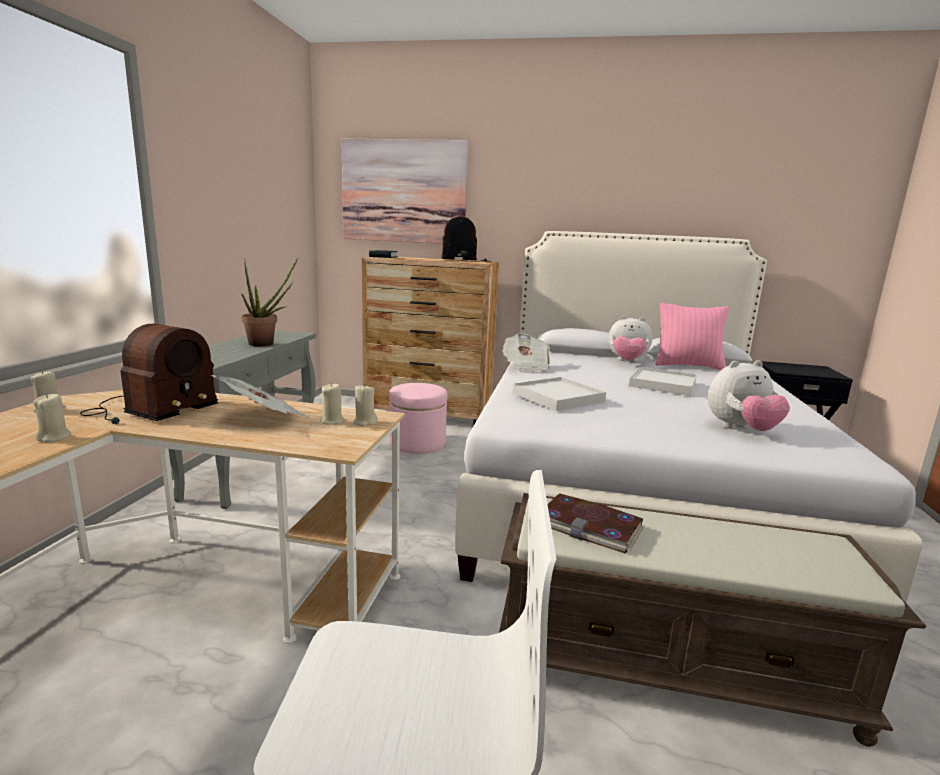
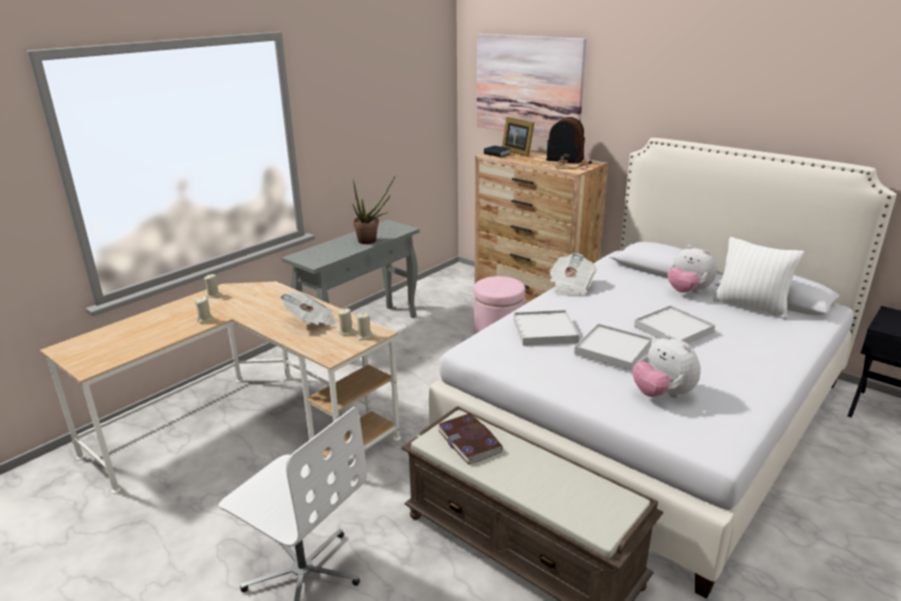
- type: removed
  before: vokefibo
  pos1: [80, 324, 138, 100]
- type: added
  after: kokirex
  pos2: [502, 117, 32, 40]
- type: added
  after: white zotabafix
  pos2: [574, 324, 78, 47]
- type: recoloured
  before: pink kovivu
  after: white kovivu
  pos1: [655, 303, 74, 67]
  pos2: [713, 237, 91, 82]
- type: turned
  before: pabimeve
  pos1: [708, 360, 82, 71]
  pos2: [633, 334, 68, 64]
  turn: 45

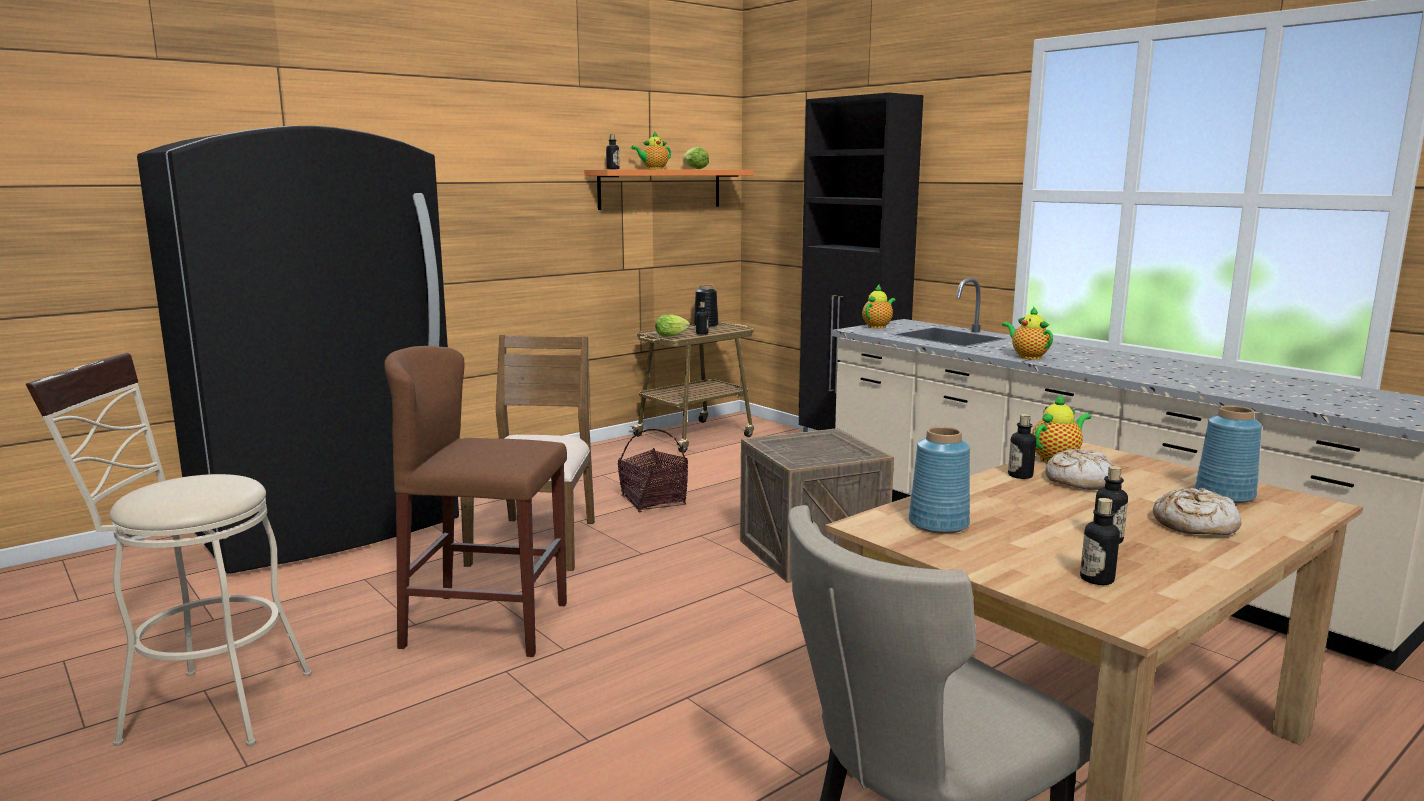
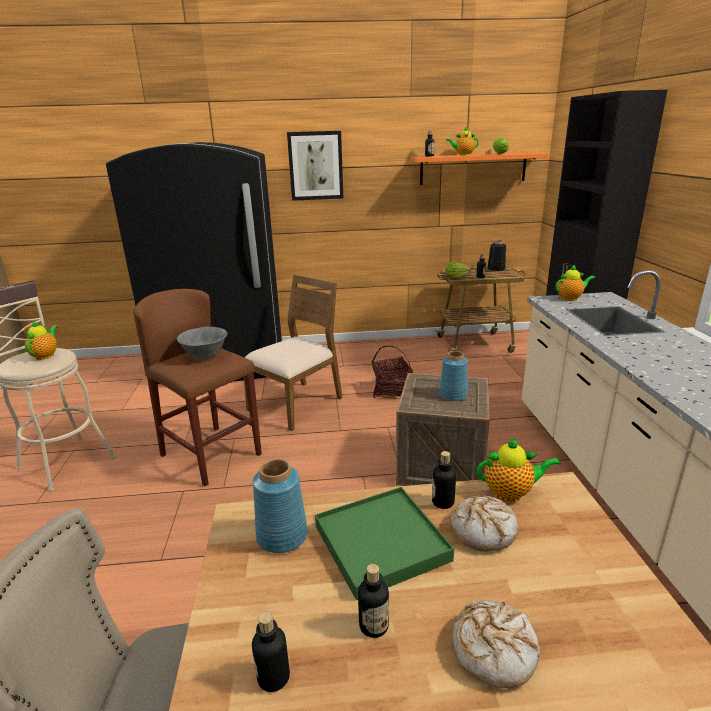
- type: added
  after: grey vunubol
  pos2: [177, 327, 50, 32]
- type: added
  after: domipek
  pos2: [287, 131, 56, 70]
- type: added
  after: green zotabafix
  pos2: [315, 487, 139, 113]
- type: moved
  before: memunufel
  pos1: [1002, 306, 51, 54]
  pos2: [25, 320, 32, 40]
- type: moved
  before: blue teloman
  pos1: [1195, 405, 67, 98]
  pos2: [439, 351, 29, 50]

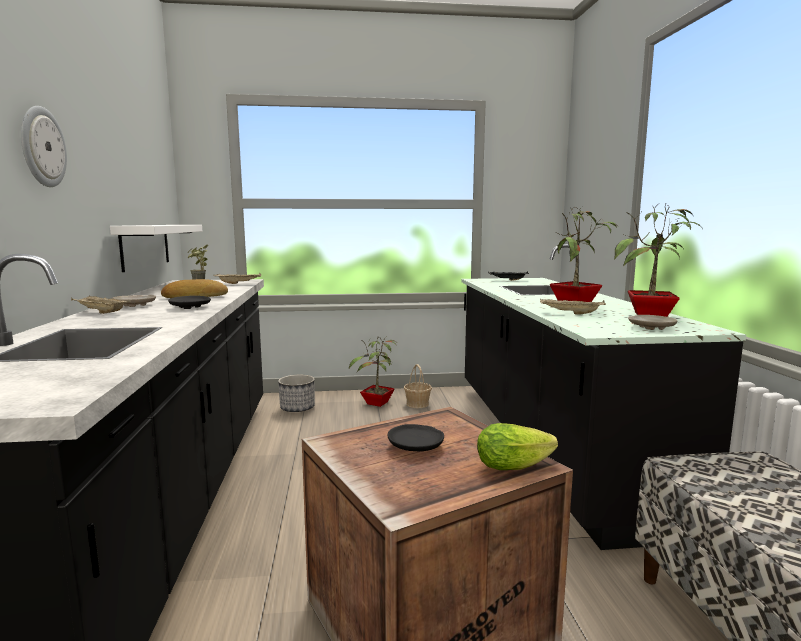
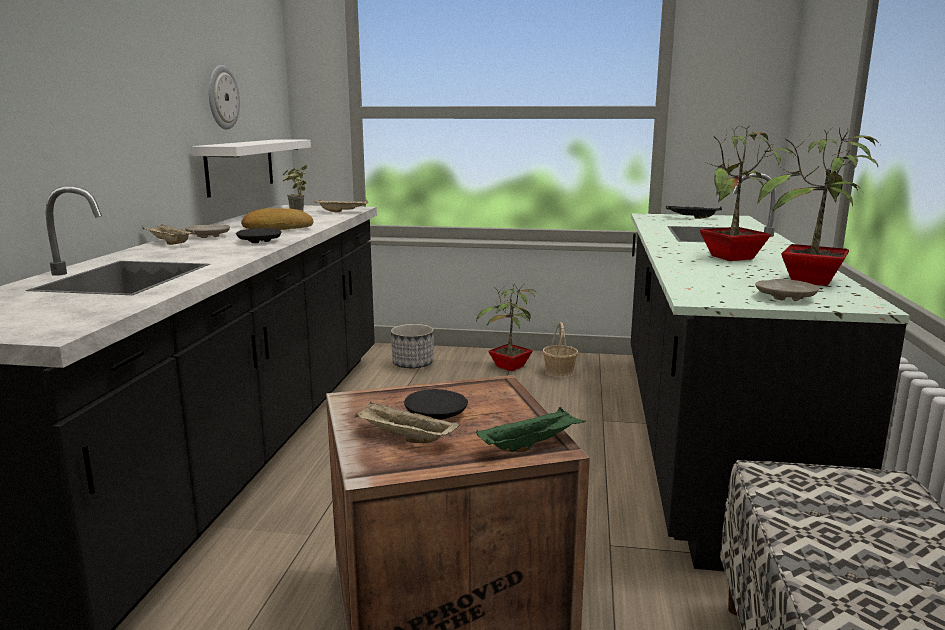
- type: moved
  before: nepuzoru
  pos1: [21, 106, 46, 81]
  pos2: [209, 65, 31, 65]
- type: moved
  before: beige zotabafix
  pos1: [540, 299, 66, 16]
  pos2: [354, 402, 106, 41]
- type: replaced
  before: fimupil
  after: green zotabafix
  pos1: [477, 423, 81, 47]
  pos2: [476, 407, 110, 45]

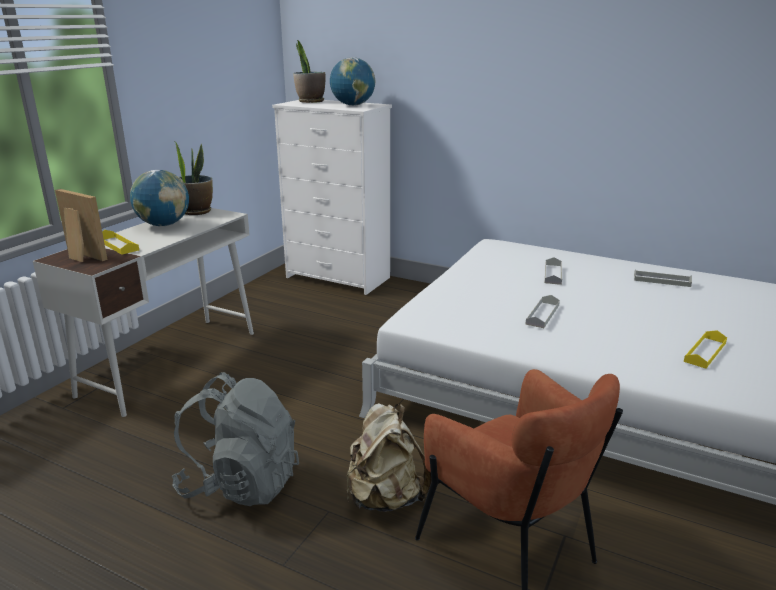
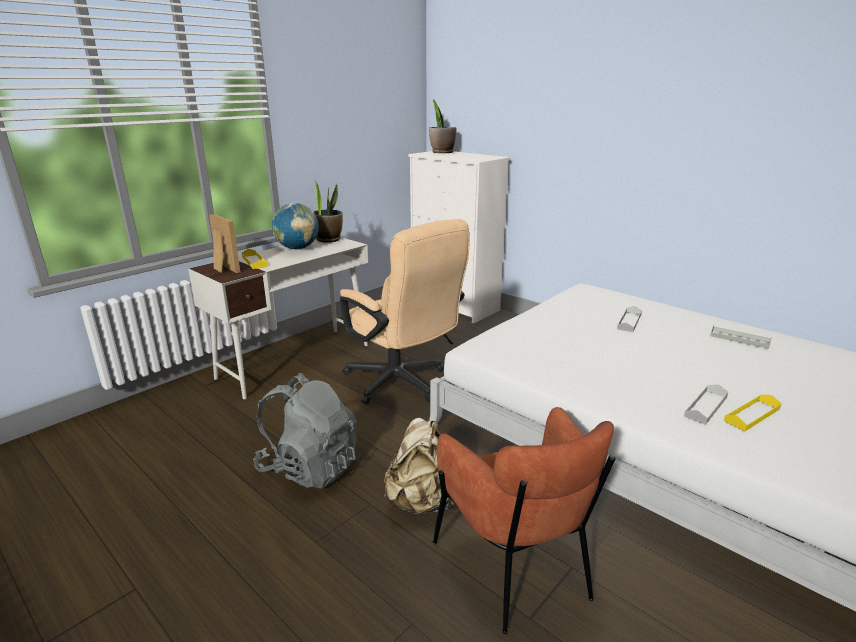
- type: removed
  before: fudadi
  pos1: [330, 57, 45, 49]
- type: added
  after: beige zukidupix
  pos2: [340, 219, 130, 185]
- type: moved
  before: grey zotabafix
  pos1: [525, 295, 35, 33]
  pos2: [684, 385, 44, 40]

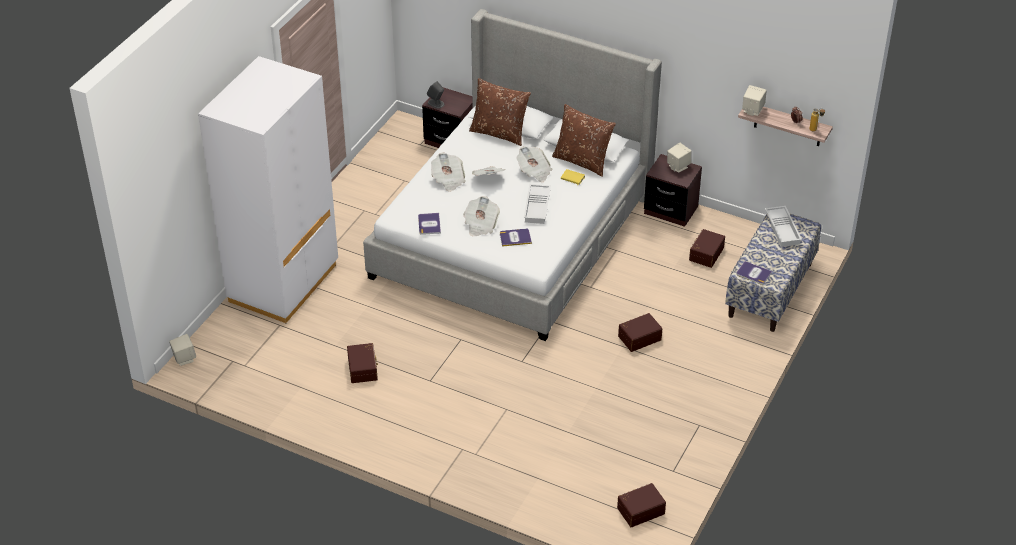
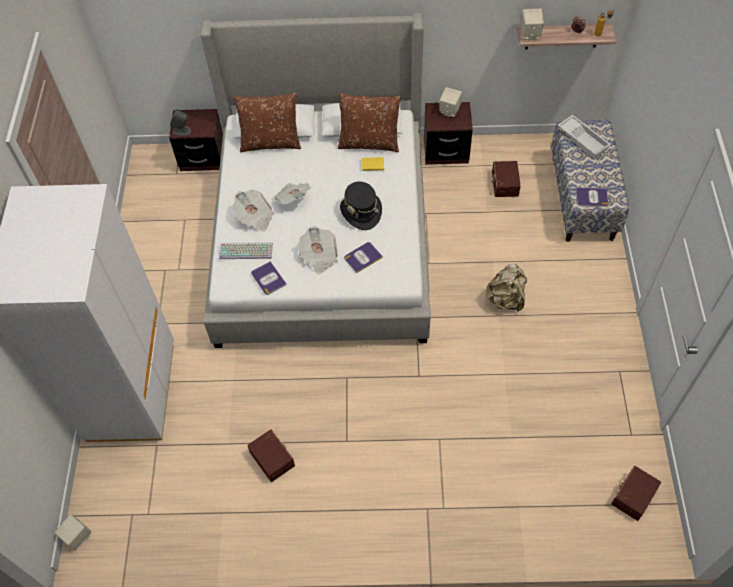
- type: removed
  before: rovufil
  pos1: [516, 146, 37, 36]
- type: added
  after: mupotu
  pos2: [219, 242, 54, 17]
- type: replaced
  before: white zotabafix
  after: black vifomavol
  pos1: [524, 184, 27, 40]
  pos2: [340, 182, 42, 48]
- type: replaced
  before: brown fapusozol
  after: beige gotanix
  pos1: [618, 313, 44, 39]
  pos2: [486, 264, 41, 48]

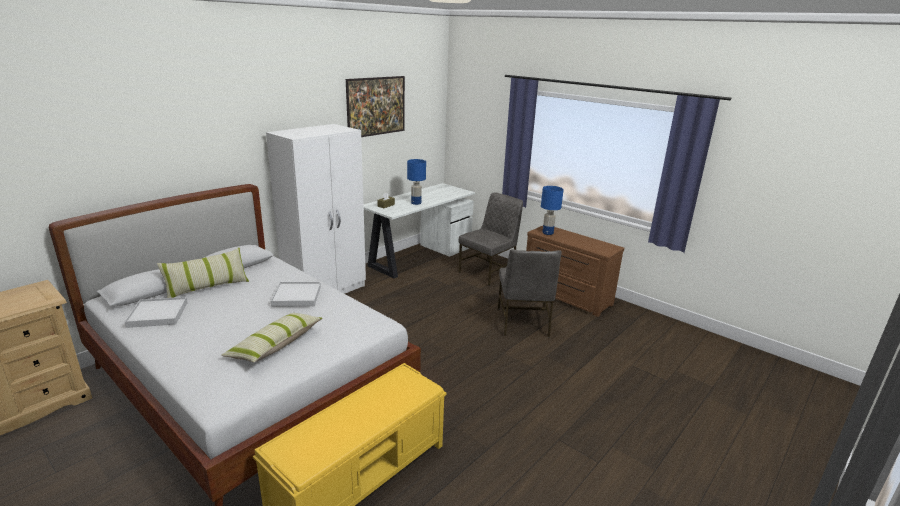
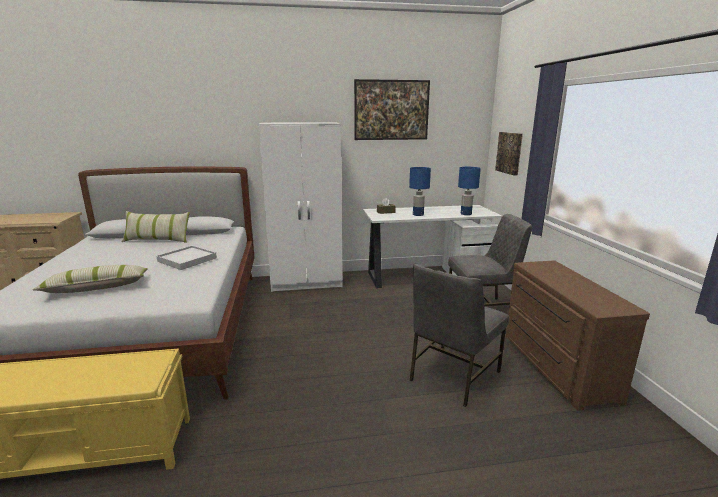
- type: removed
  before: white zotabafix
  pos1: [124, 297, 64, 31]
- type: added
  after: domipek
  pos2: [495, 132, 28, 44]
- type: moved
  before: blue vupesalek
  pos1: [541, 186, 23, 49]
  pos2: [458, 167, 23, 48]

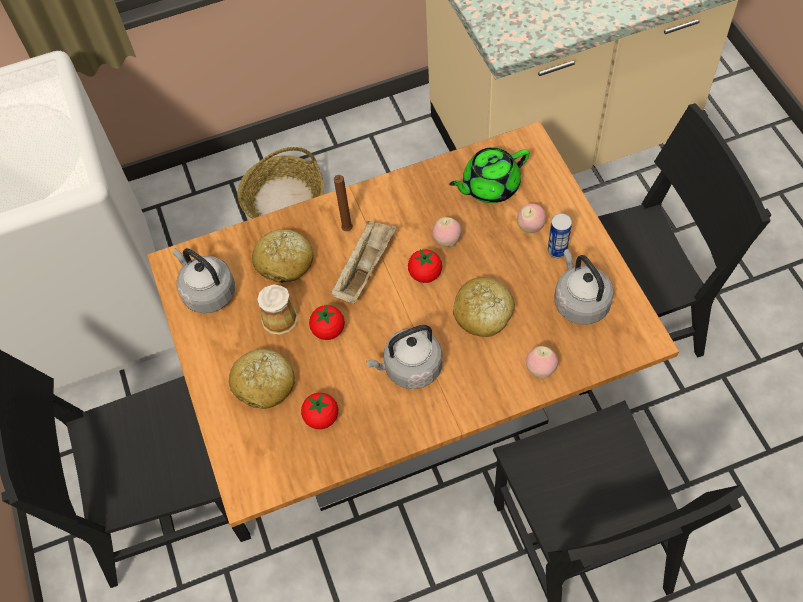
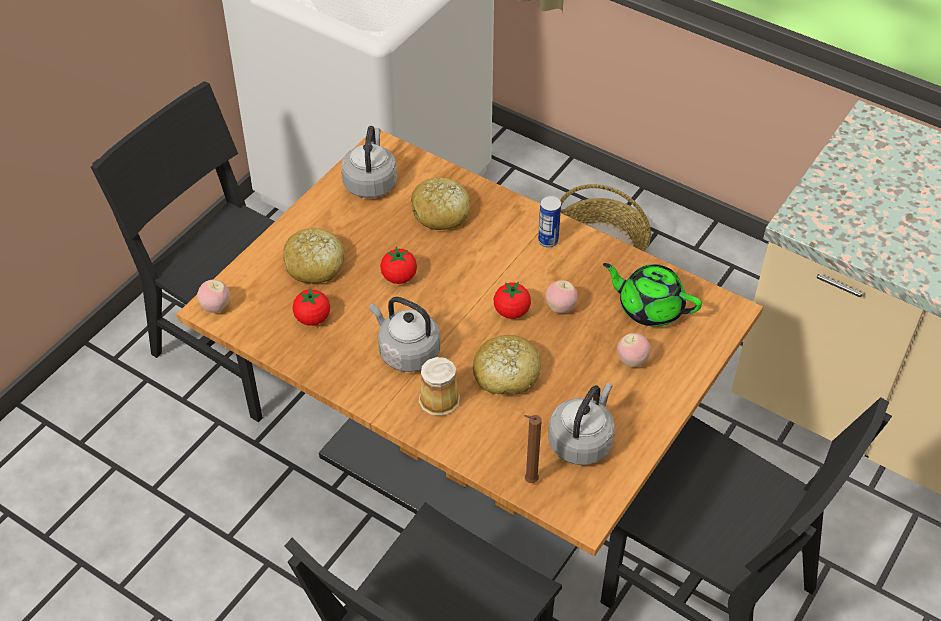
- type: removed
  before: beige zotabafix
  pos1: [331, 221, 66, 83]
- type: moved
  before: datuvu
  pos1: [257, 285, 41, 50]
  pos2: [419, 357, 41, 59]
- type: moved
  before: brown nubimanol
  pos1: [334, 175, 19, 56]
  pos2: [524, 415, 17, 68]
- type: moved
  before: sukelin
  pos1: [526, 346, 32, 33]
  pos2: [197, 280, 33, 33]
- type: moved
  before: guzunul
  pos1: [548, 213, 24, 45]
  pos2: [538, 196, 23, 52]

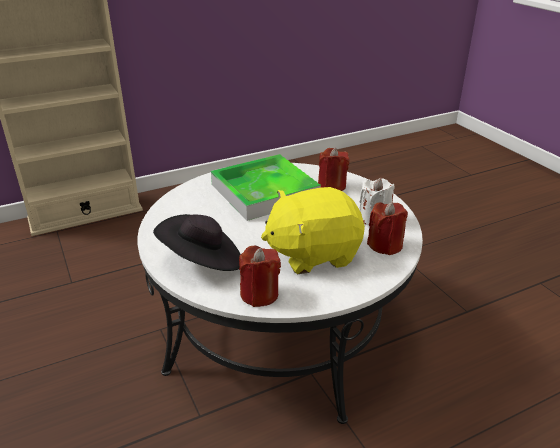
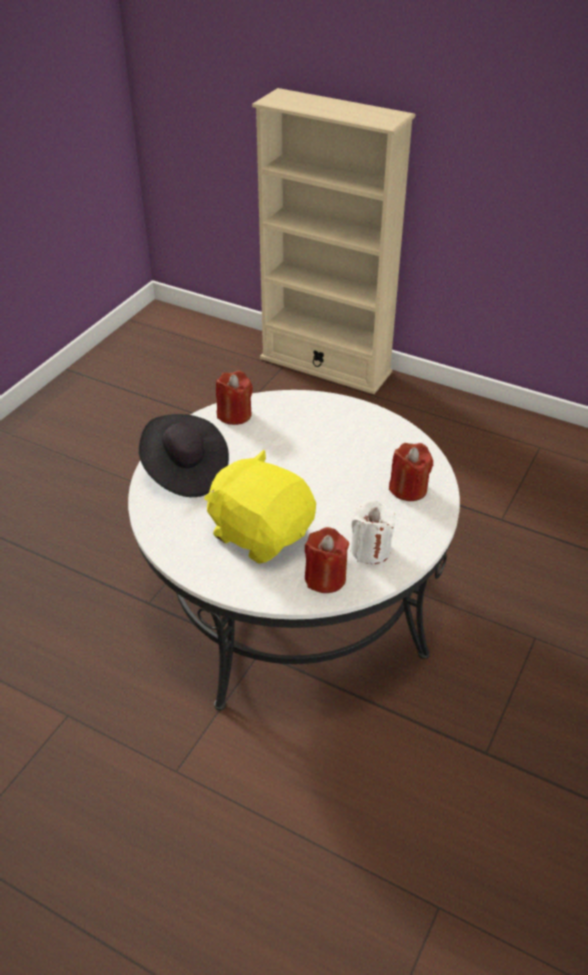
- type: removed
  before: zotabafix
  pos1: [211, 154, 110, 67]
- type: moved
  before: red nubimanol
  pos1: [239, 246, 42, 61]
  pos2: [216, 371, 37, 54]

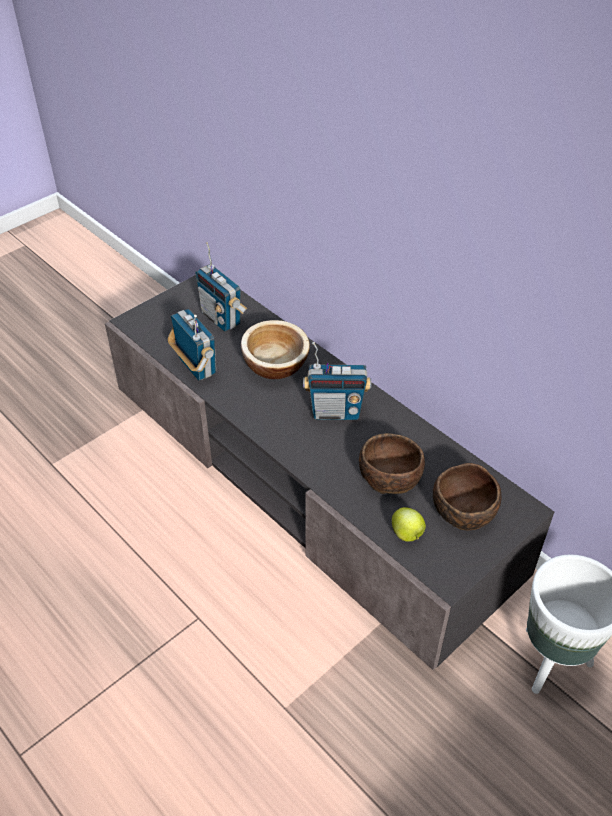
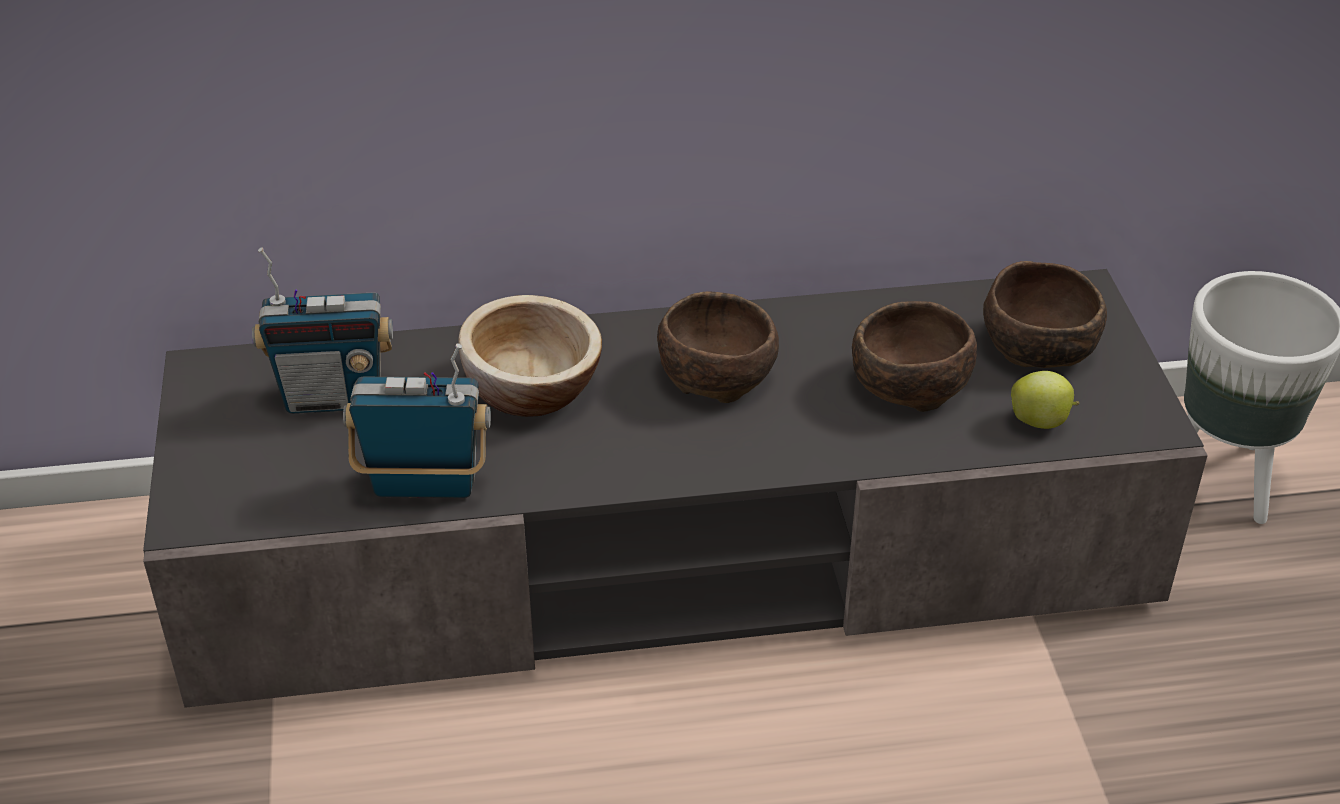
- type: replaced
  before: vokefibo
  after: brown vunubol
  pos1: [303, 342, 68, 78]
  pos2: [657, 292, 122, 111]

